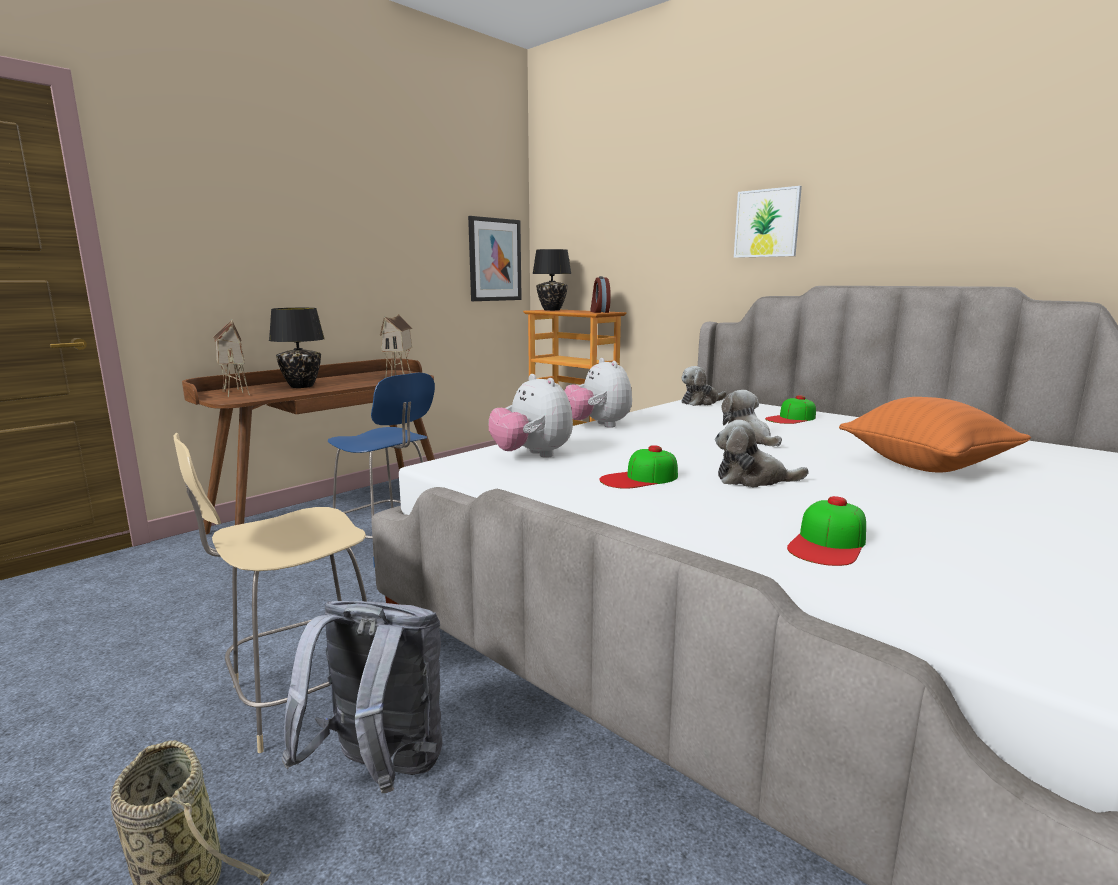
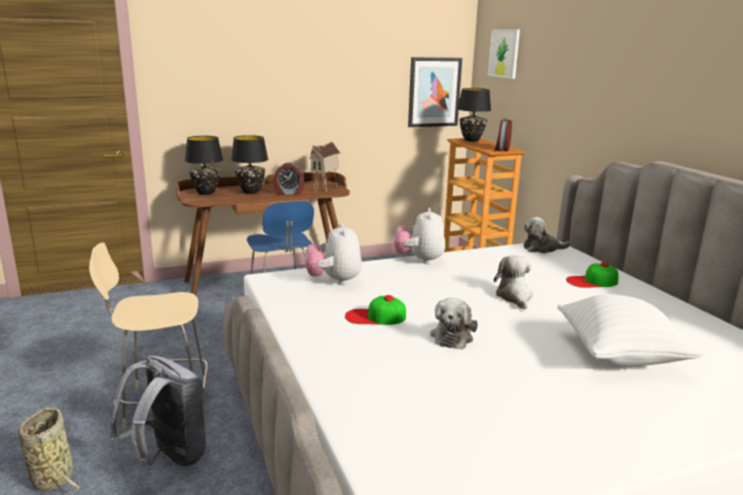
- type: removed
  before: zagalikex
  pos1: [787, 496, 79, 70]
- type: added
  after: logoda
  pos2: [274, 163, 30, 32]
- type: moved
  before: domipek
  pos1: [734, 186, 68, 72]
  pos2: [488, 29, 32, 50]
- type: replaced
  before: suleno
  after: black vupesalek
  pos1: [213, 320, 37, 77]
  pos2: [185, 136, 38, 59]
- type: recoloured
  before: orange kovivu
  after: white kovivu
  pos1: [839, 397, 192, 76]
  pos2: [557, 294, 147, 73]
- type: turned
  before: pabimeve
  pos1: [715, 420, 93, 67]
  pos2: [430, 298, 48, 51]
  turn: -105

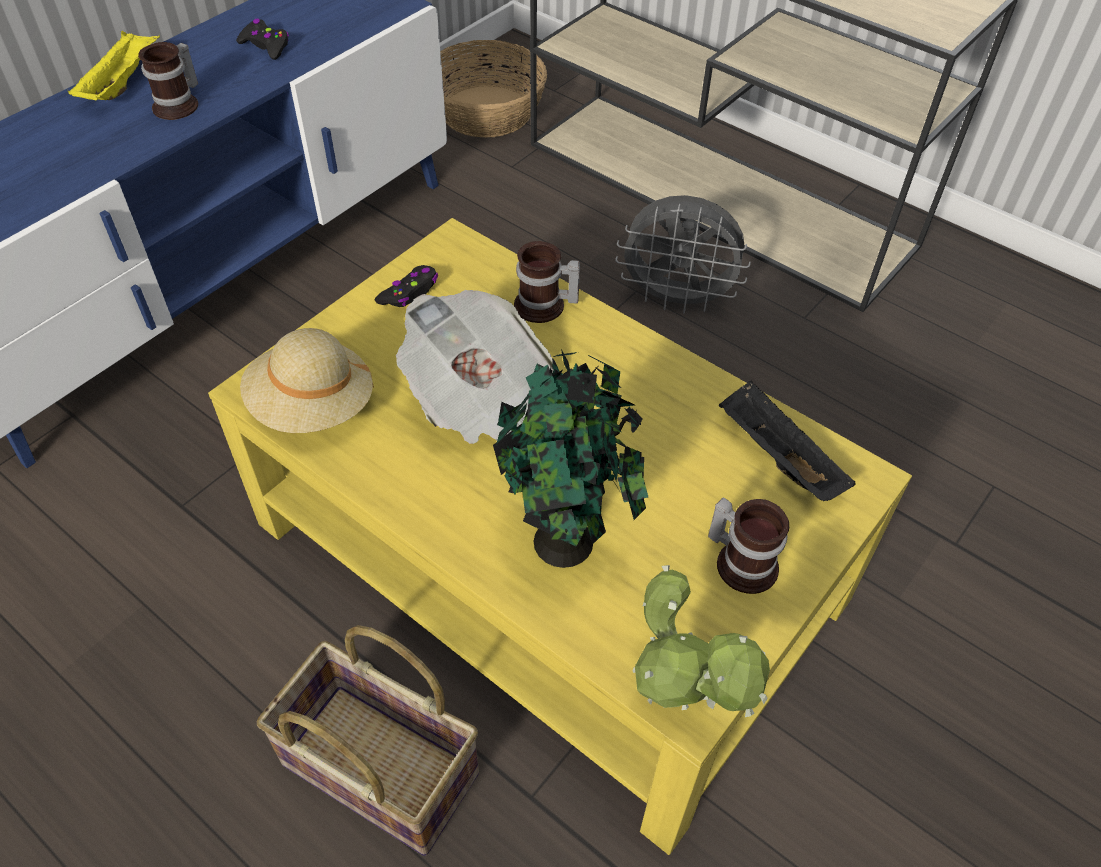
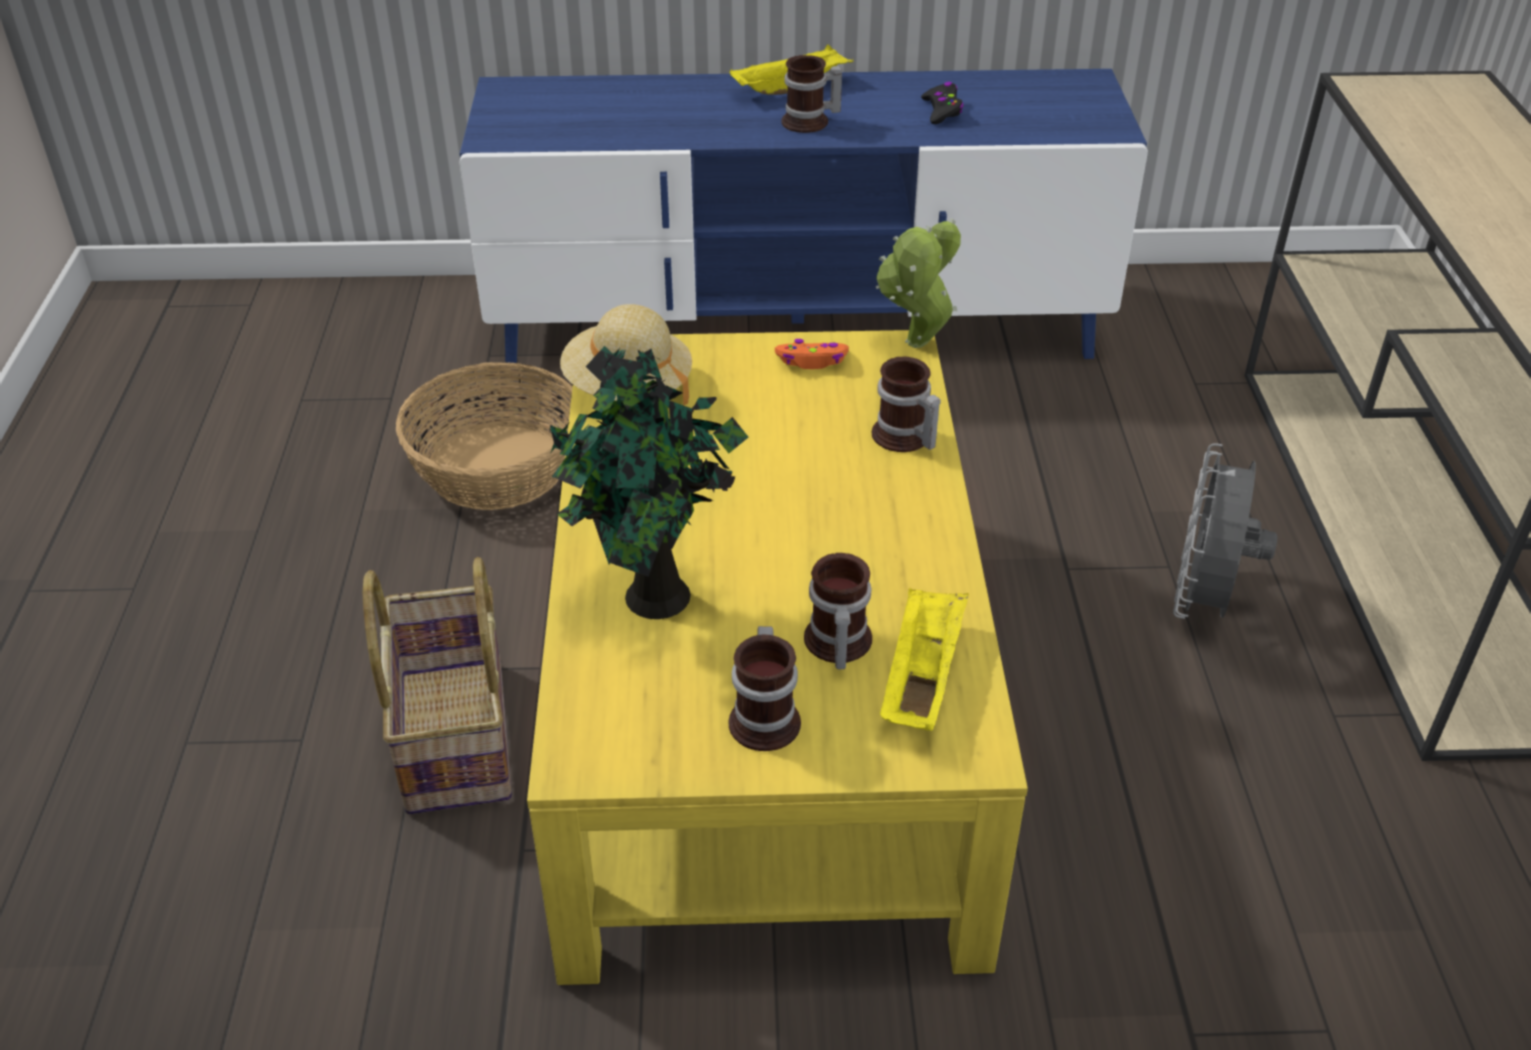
- type: removed
  before: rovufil
  pos1: [396, 290, 158, 154]
- type: added
  after: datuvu
  pos2: [804, 553, 68, 116]
- type: moved
  before: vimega
  pos1: [440, 40, 107, 97]
  pos2: [396, 362, 177, 148]
- type: moved
  before: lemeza
  pos1: [633, 565, 137, 152]
  pos2: [876, 219, 85, 129]
- type: recoloured
  before: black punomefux
  after: orange punomefux
  pos1: [375, 265, 63, 42]
  pos2: [775, 339, 74, 30]
- type: recoloured
  before: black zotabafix
  after: yellow zotabafix
  pos1: [719, 380, 137, 121]
  pos2: [880, 588, 89, 143]
- type: turned
  before: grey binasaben
  pos1: [615, 195, 136, 118]
  pos2: [1173, 443, 105, 176]
  turn: 45

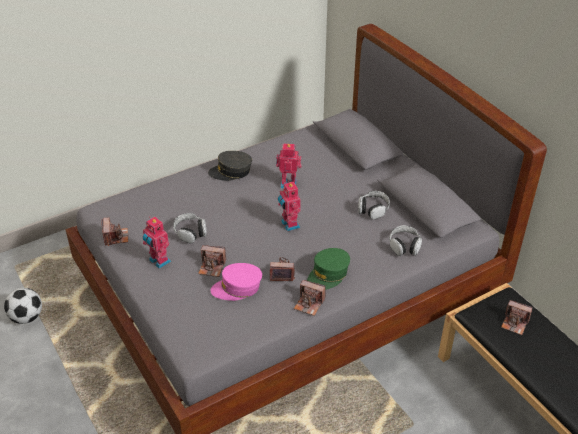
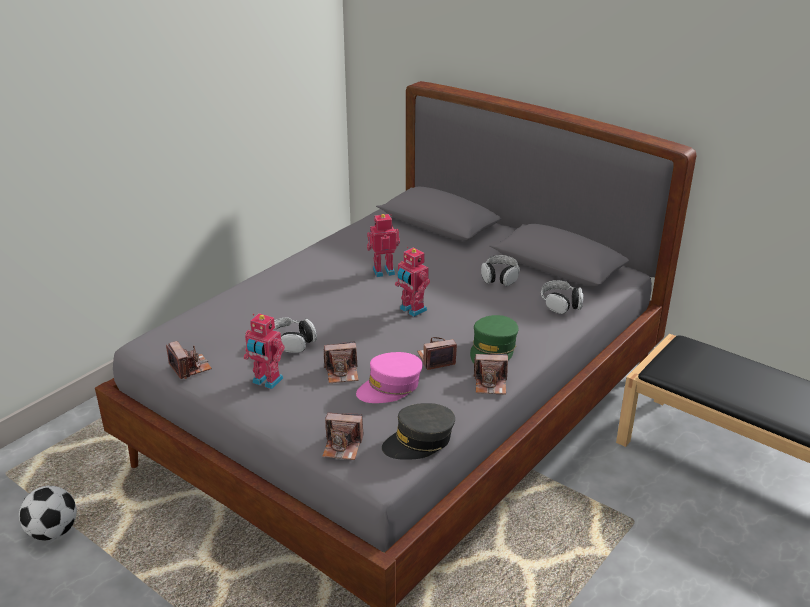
- type: moved
  before: grey zagalikex
  pos1: [208, 151, 44, 30]
  pos2: [382, 403, 73, 57]
- type: moved
  before: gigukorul
  pos1: [501, 300, 32, 35]
  pos2: [322, 413, 41, 47]

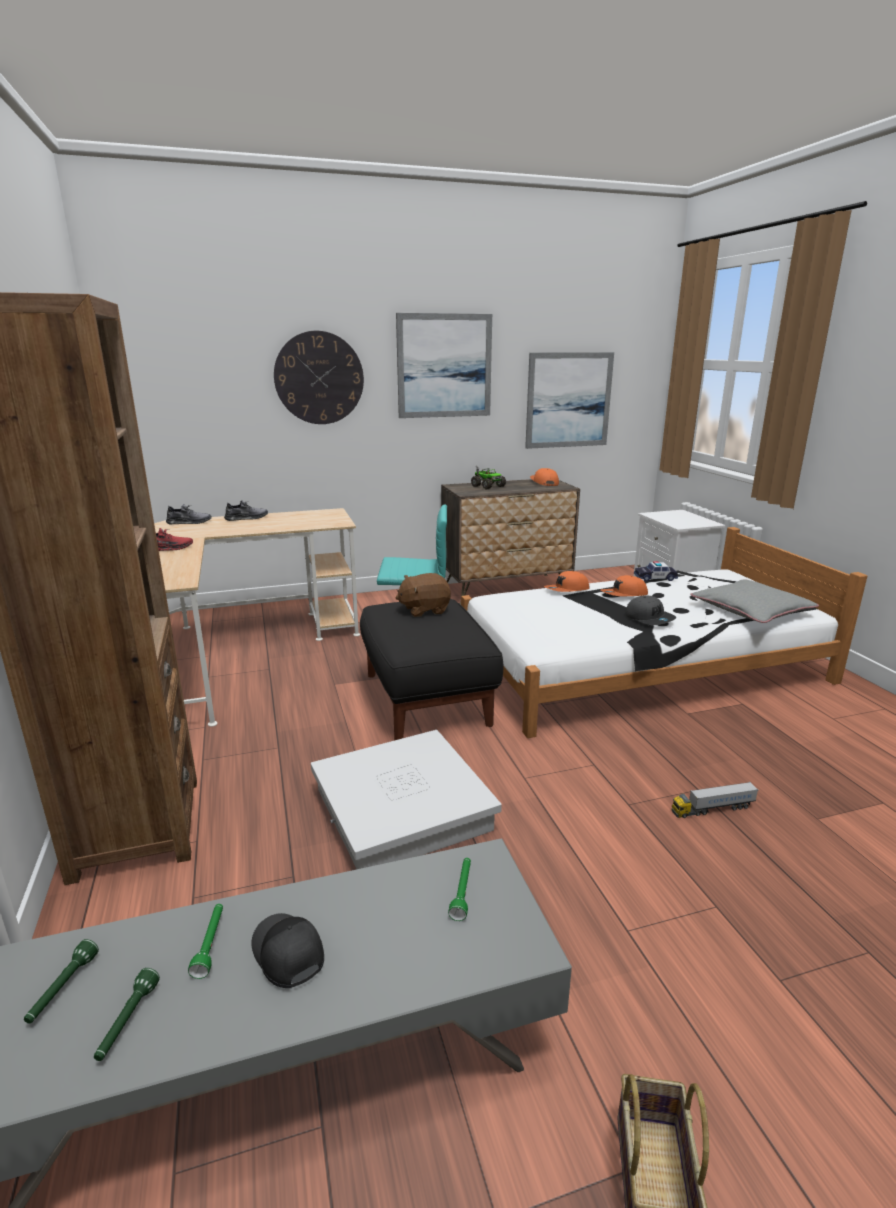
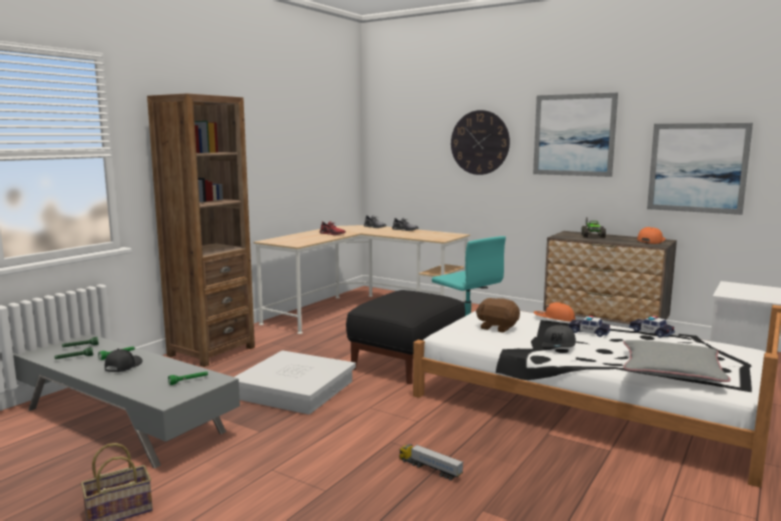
- type: moved
  before: brown pabimeve
  pos1: [395, 573, 56, 44]
  pos2: [476, 298, 44, 35]
- type: replaced
  before: orange zagalikex
  after: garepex
  pos1: [601, 575, 47, 21]
  pos2: [568, 316, 43, 21]

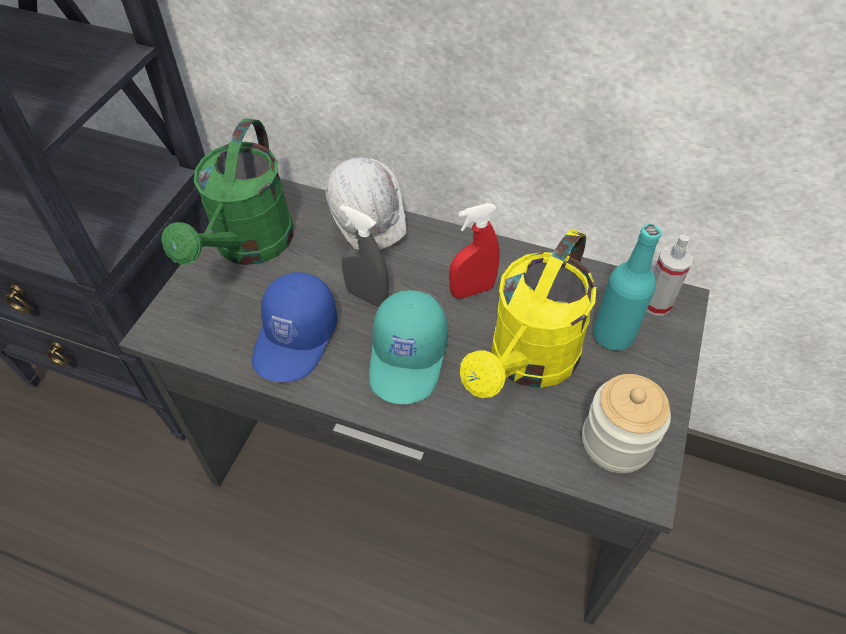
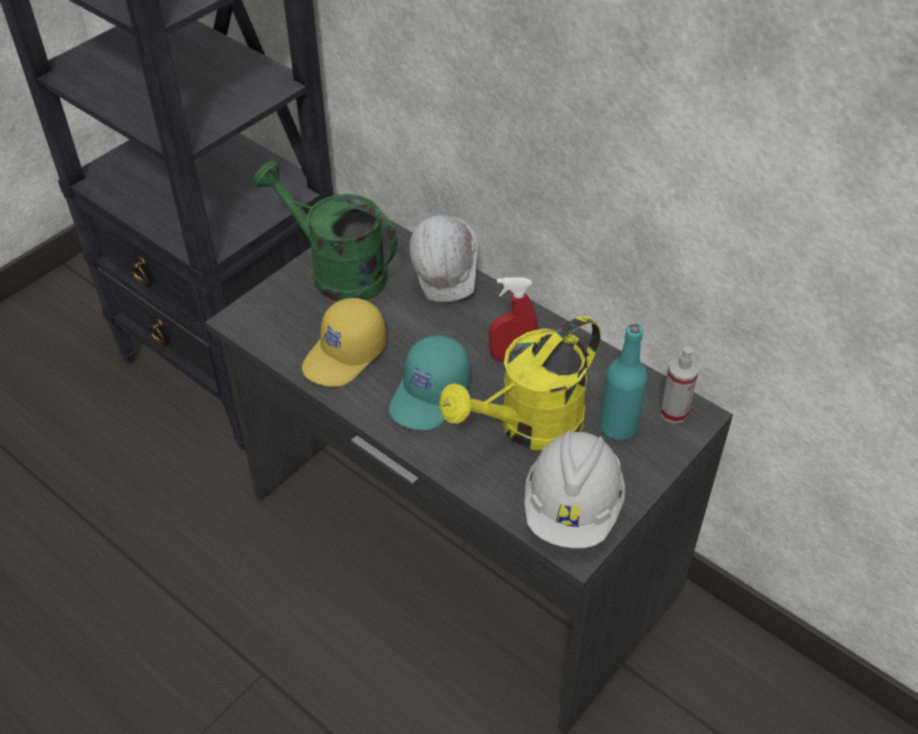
- type: removed
  before: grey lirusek
  pos1: [340, 205, 49, 102]
- type: replaced
  before: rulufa
  after: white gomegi
  pos1: [582, 374, 89, 99]
  pos2: [525, 430, 100, 118]
- type: recoloured
  before: blue zagalikex
  after: yellow zagalikex
  pos1: [252, 272, 85, 110]
  pos2: [302, 298, 84, 89]
- type: turned
  before: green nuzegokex
  pos1: [161, 118, 133, 147]
  pos2: [254, 160, 143, 141]
  turn: 90

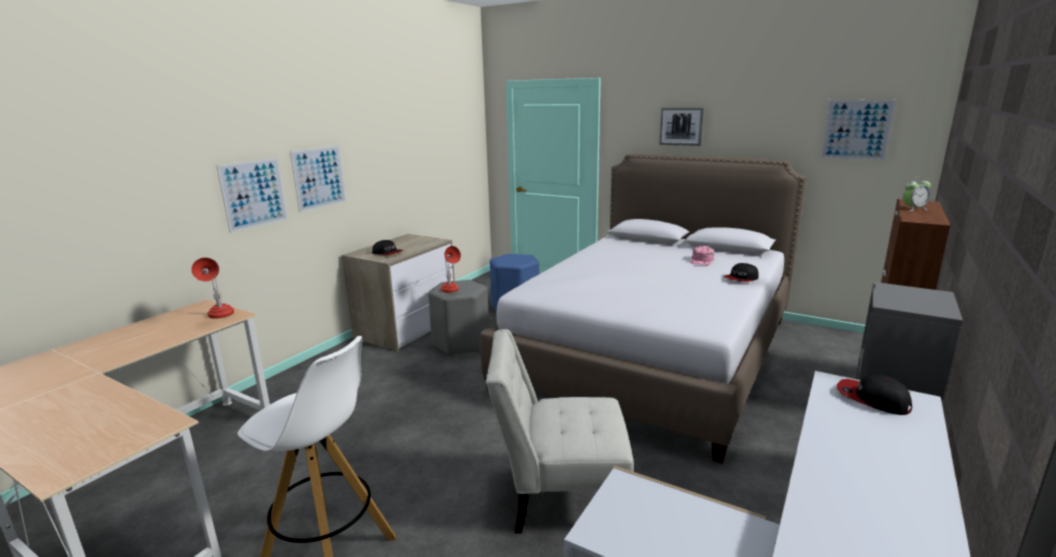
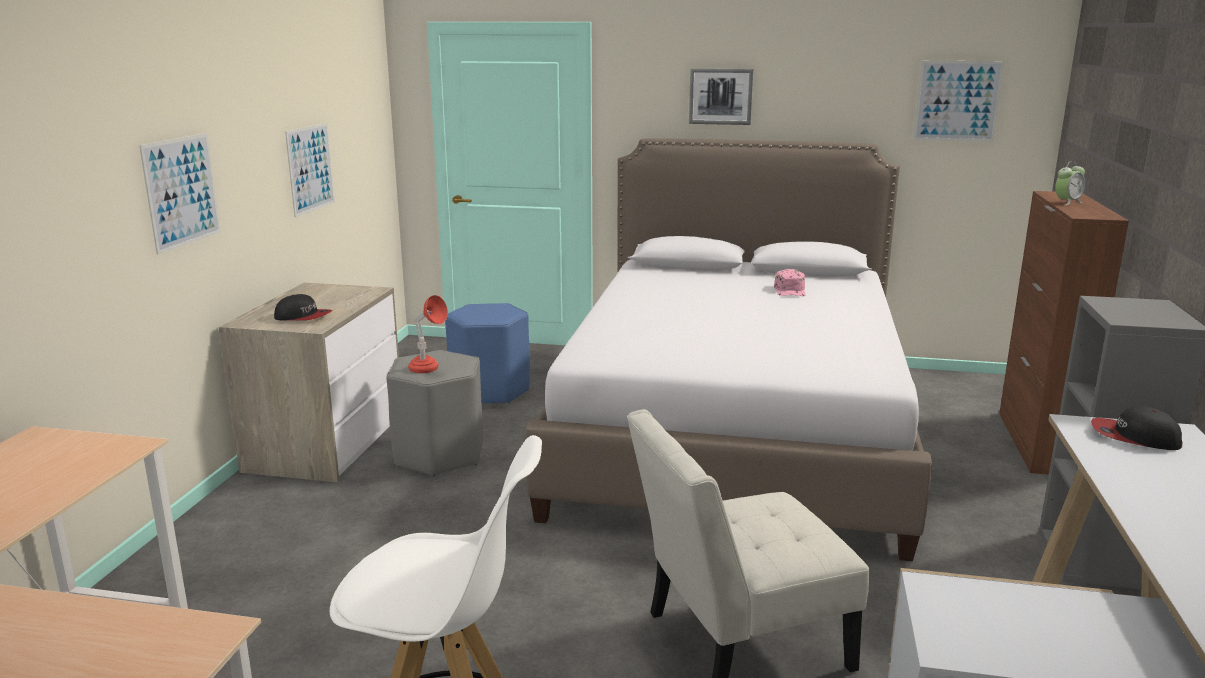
- type: removed
  before: red vupesalek
  pos1: [191, 258, 43, 61]
- type: removed
  before: zagalikex
  pos1: [724, 263, 35, 19]
- type: moved
  before: domipek
  pos1: [216, 158, 72, 75]
  pos2: [285, 123, 50, 94]

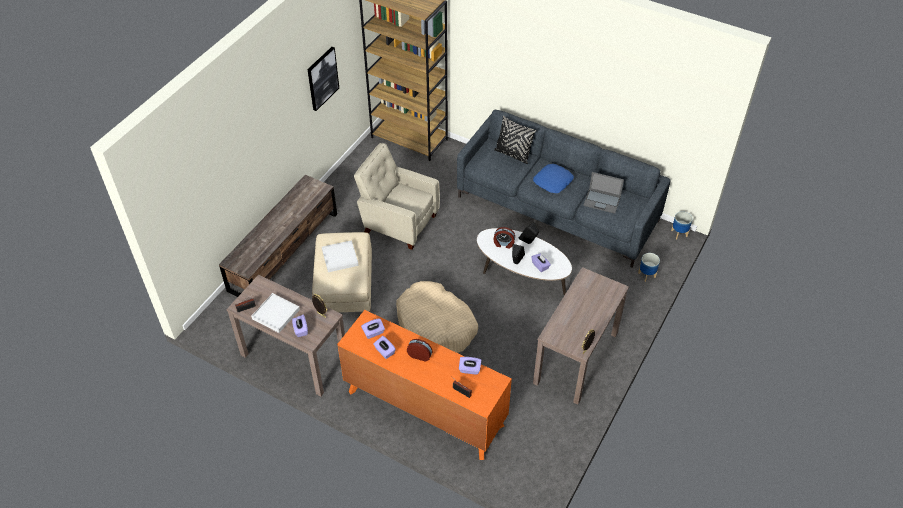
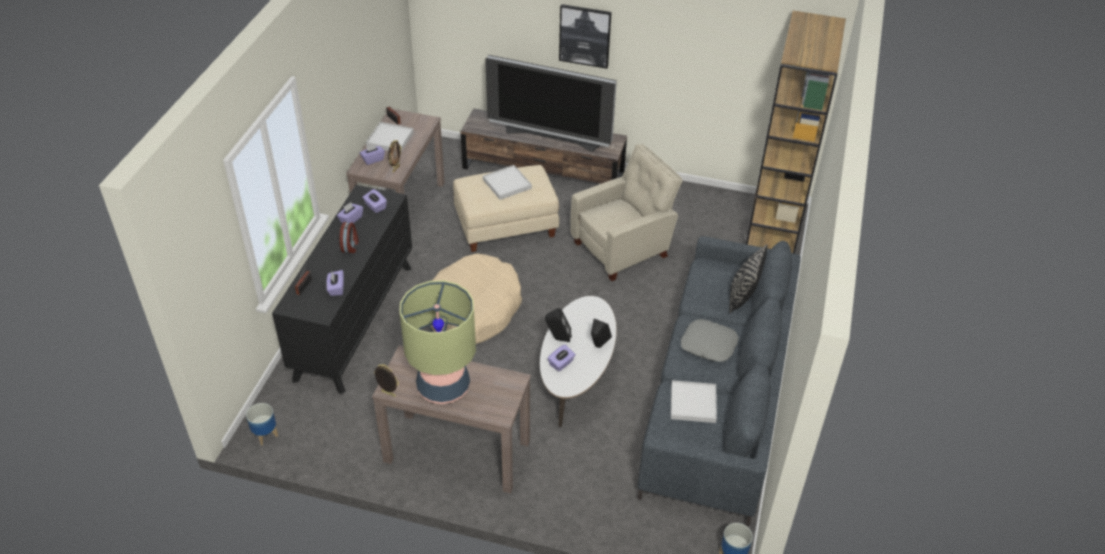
- type: removed
  before: logoda
  pos1: [493, 227, 22, 21]
- type: added
  after: vupesalek
  pos2: [400, 280, 76, 124]
- type: added
  after: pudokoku
  pos2: [485, 55, 132, 97]
- type: moved
  before: domipek
  pos1: [307, 47, 32, 64]
  pos2: [559, 4, 53, 65]
- type: moved
  before: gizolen
  pos1: [638, 253, 22, 29]
  pos2: [246, 403, 32, 42]
- type: replaced
  before: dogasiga
  after: white zotabafix
  pos1: [583, 172, 41, 42]
  pos2: [671, 380, 46, 43]
- type: recoloured
  before: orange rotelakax
  after: black rotelakax
  pos1: [337, 310, 175, 150]
  pos2: [272, 185, 140, 209]
- type: recoloured
  before: blue kovivu
  after: grey kovivu
  pos1: [533, 164, 41, 29]
  pos2: [681, 319, 58, 43]
- type: turned
  before: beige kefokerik
  pos1: [354, 143, 86, 107]
  pos2: [570, 144, 112, 137]
  turn: 45

